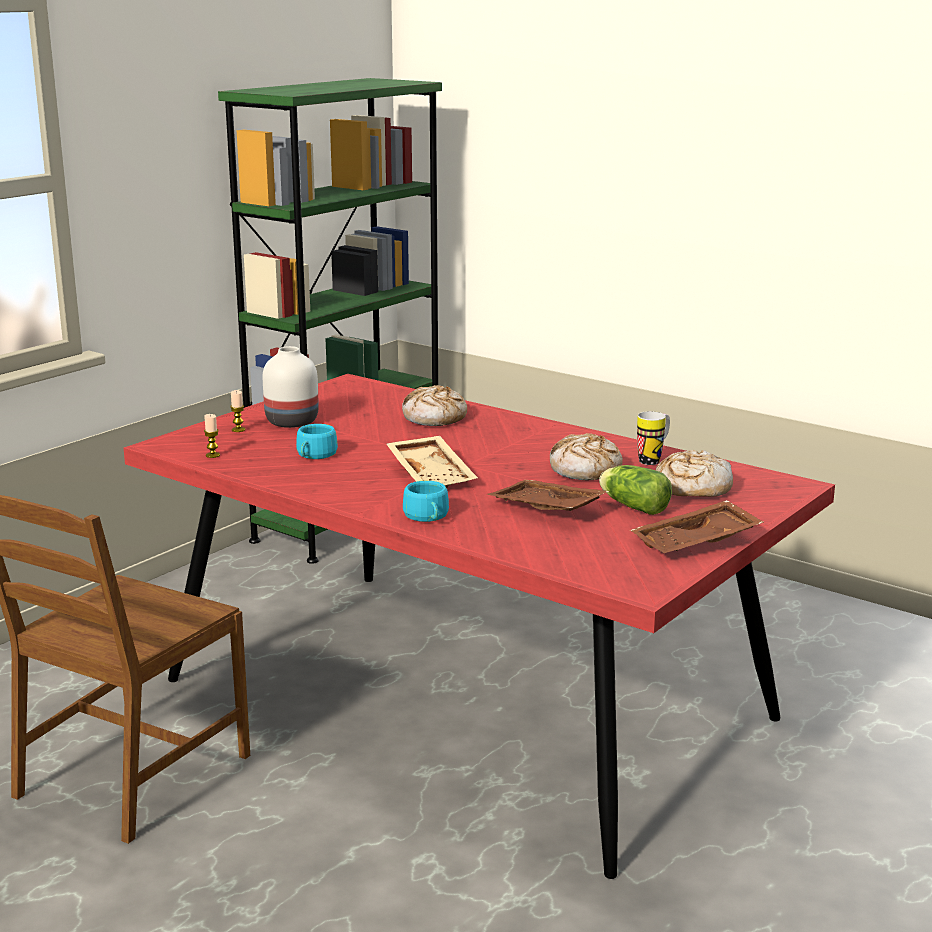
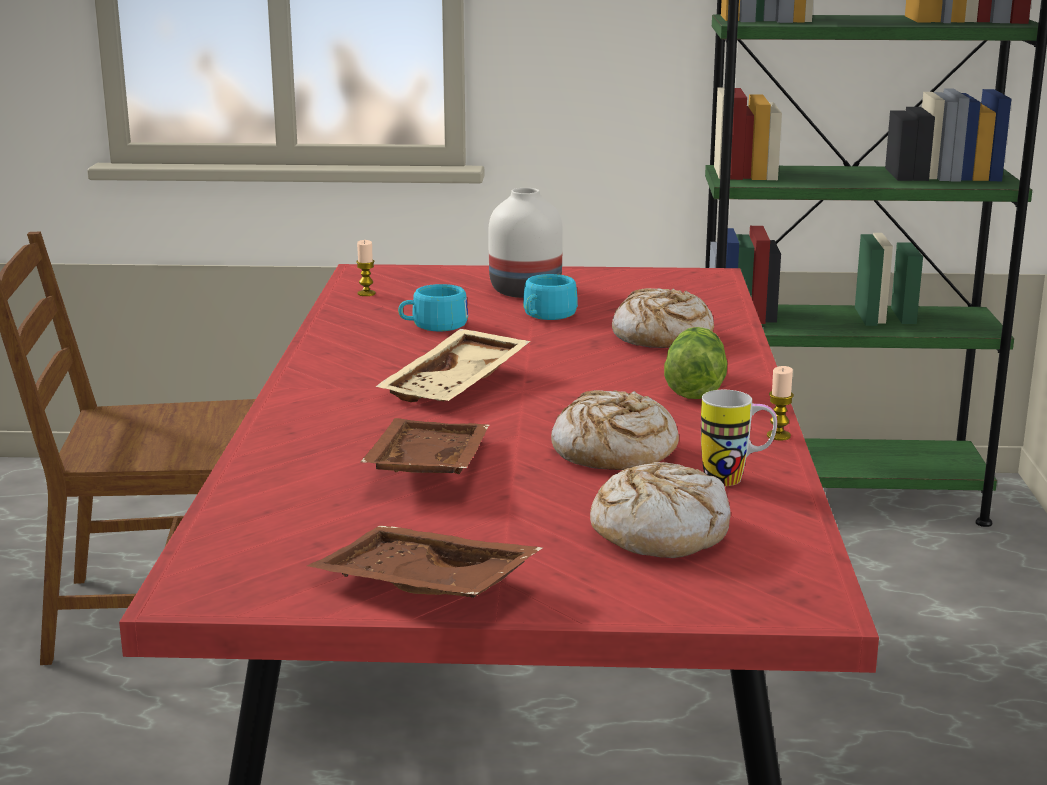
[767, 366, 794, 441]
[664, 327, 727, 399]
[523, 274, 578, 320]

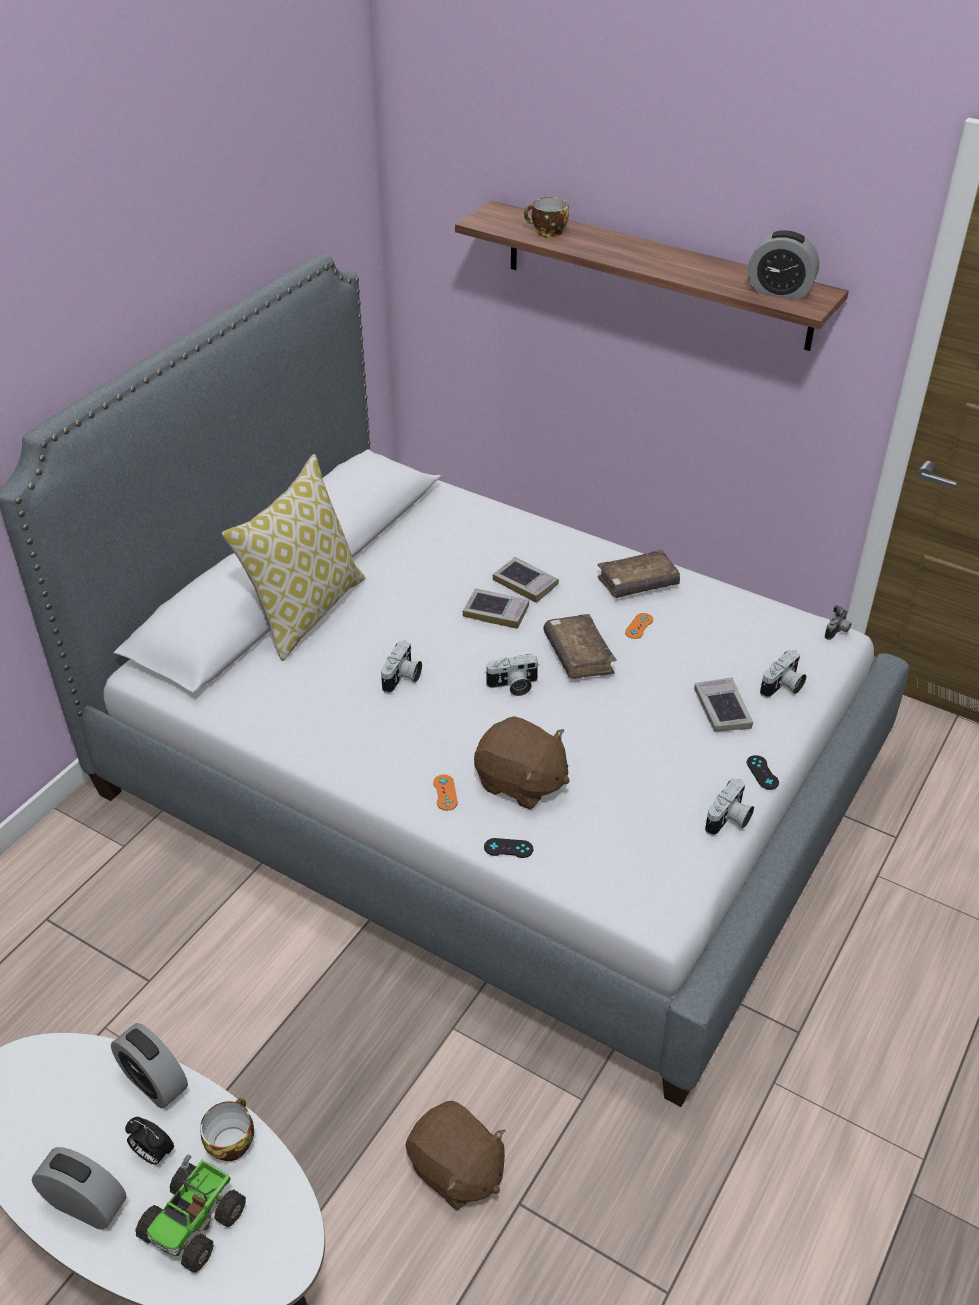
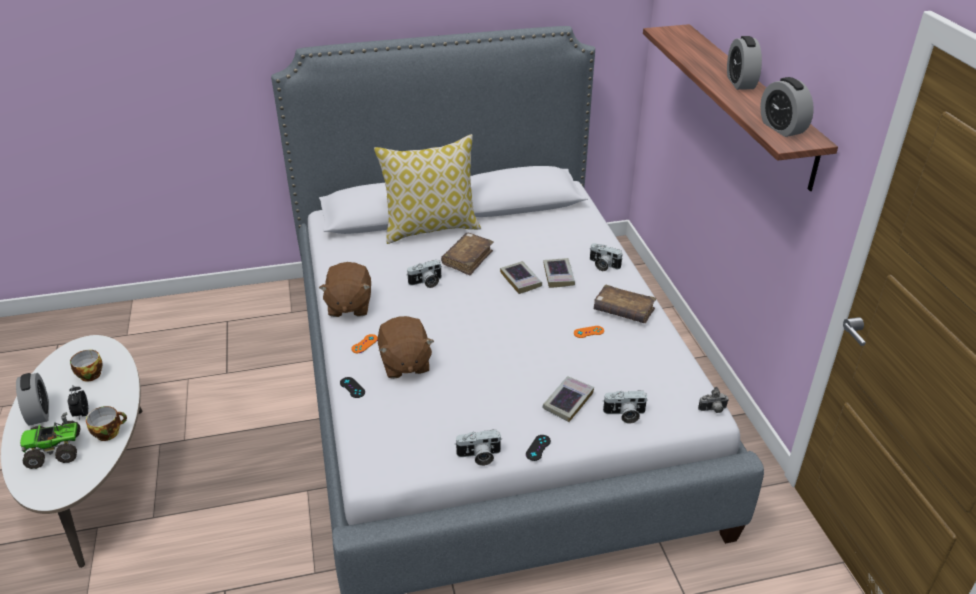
[70, 350, 103, 382]
[441, 233, 494, 275]
[590, 243, 623, 271]
[727, 36, 762, 90]
[319, 262, 371, 317]

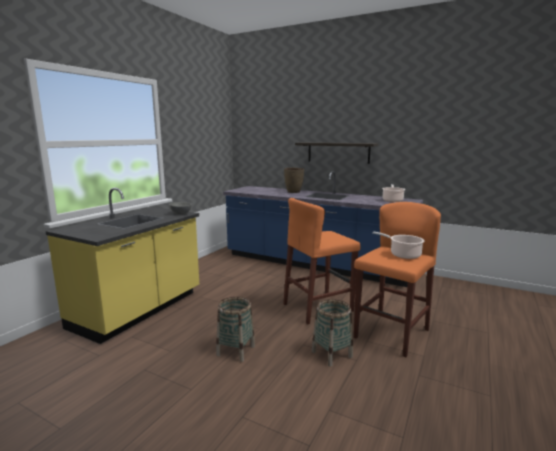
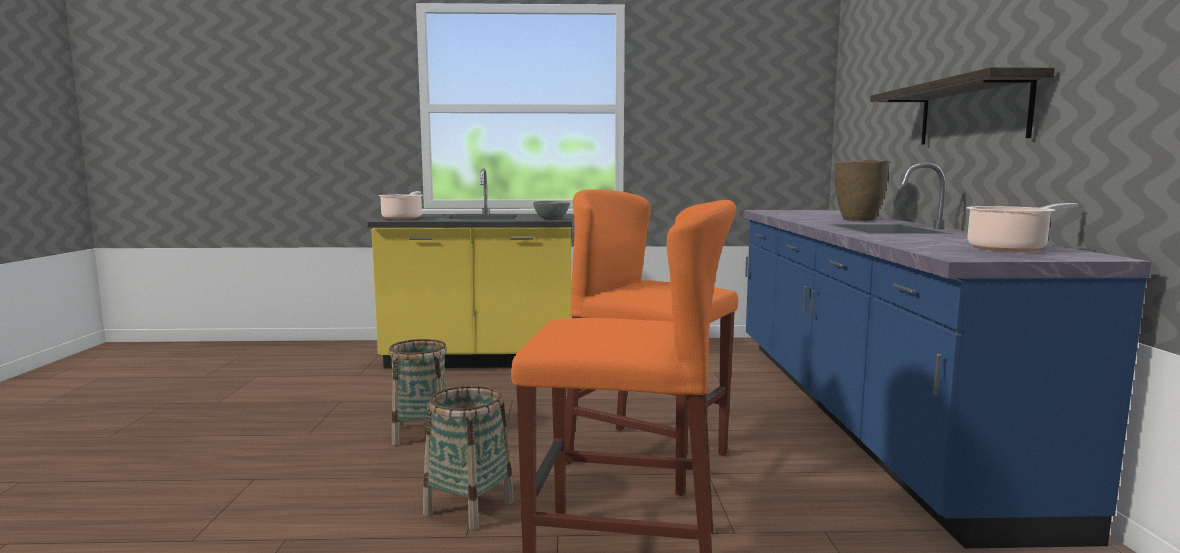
[379, 191, 423, 219]

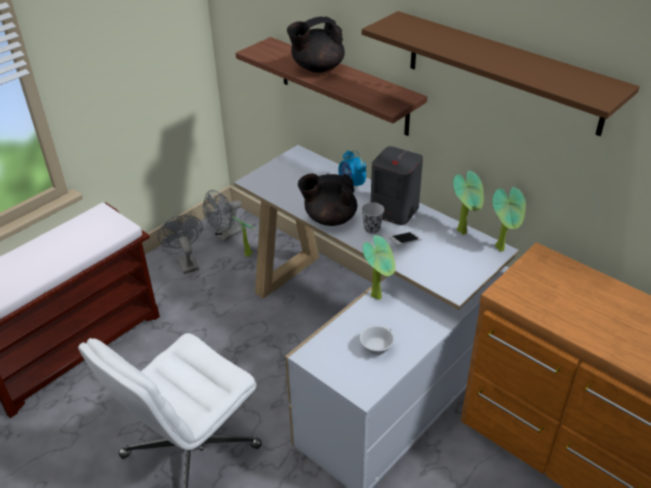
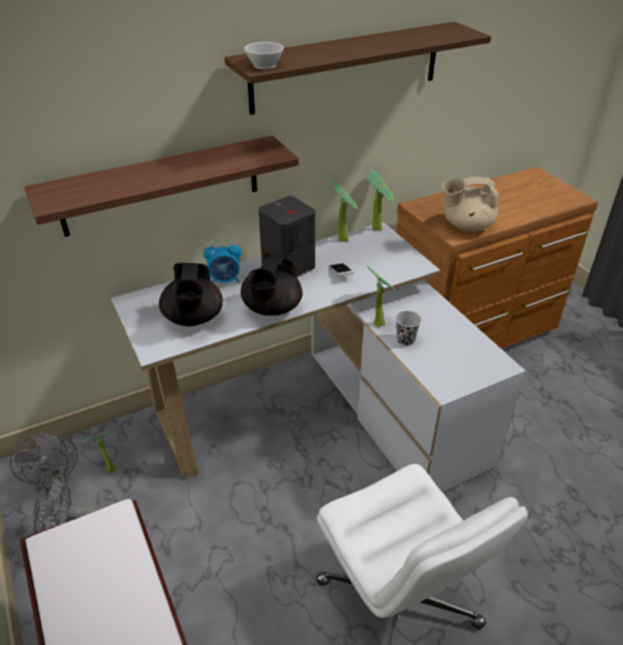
[159, 263, 223, 326]
[396, 311, 421, 346]
[244, 42, 284, 69]
[442, 177, 499, 232]

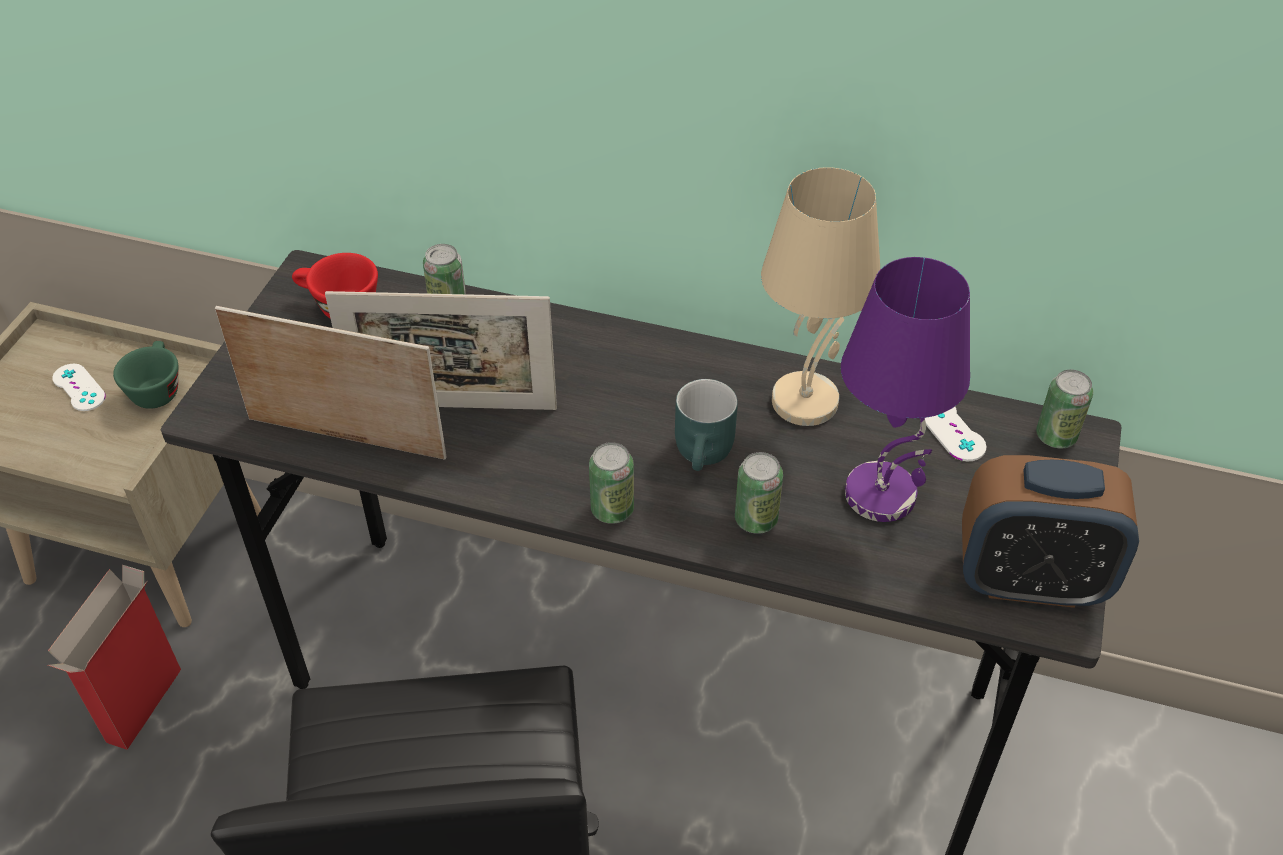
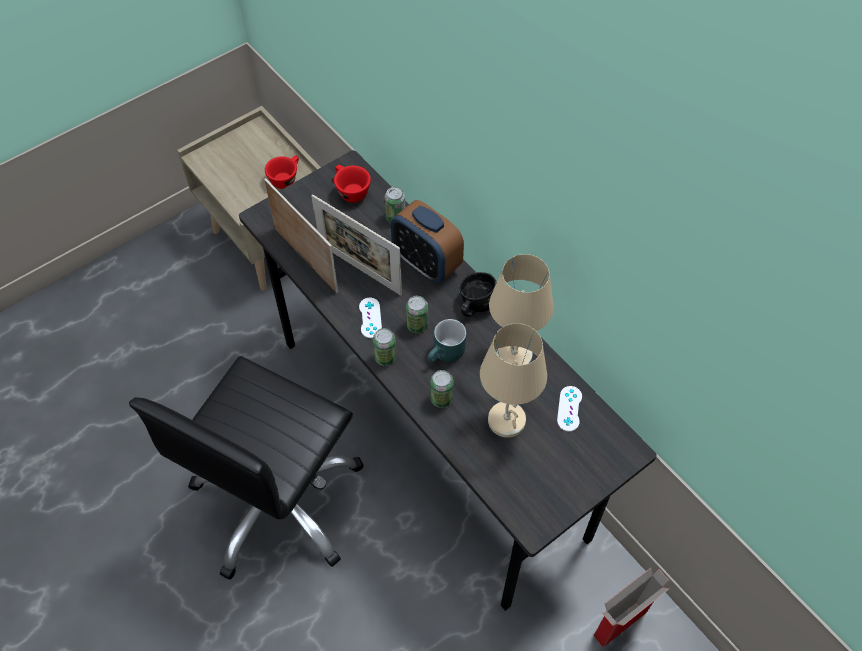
[480, 323, 547, 438]
[265, 155, 299, 189]
[359, 298, 382, 338]
[406, 296, 428, 333]
[391, 200, 464, 283]
[594, 568, 669, 647]
[460, 272, 497, 317]

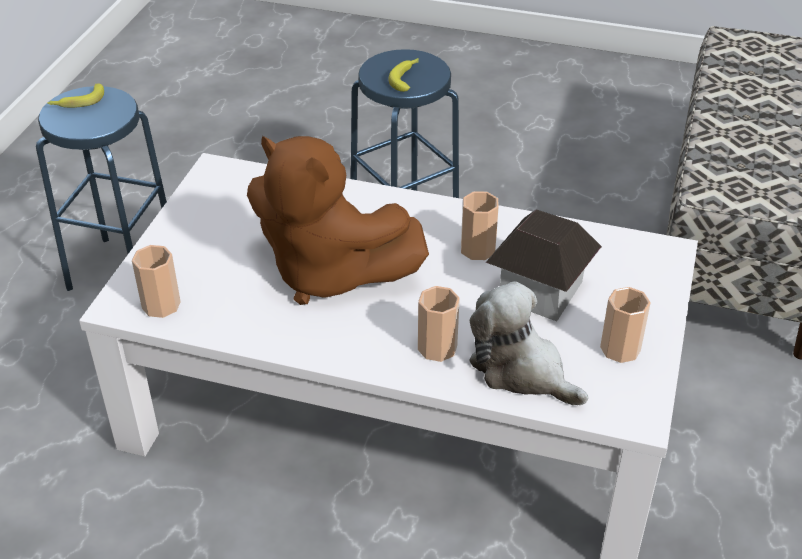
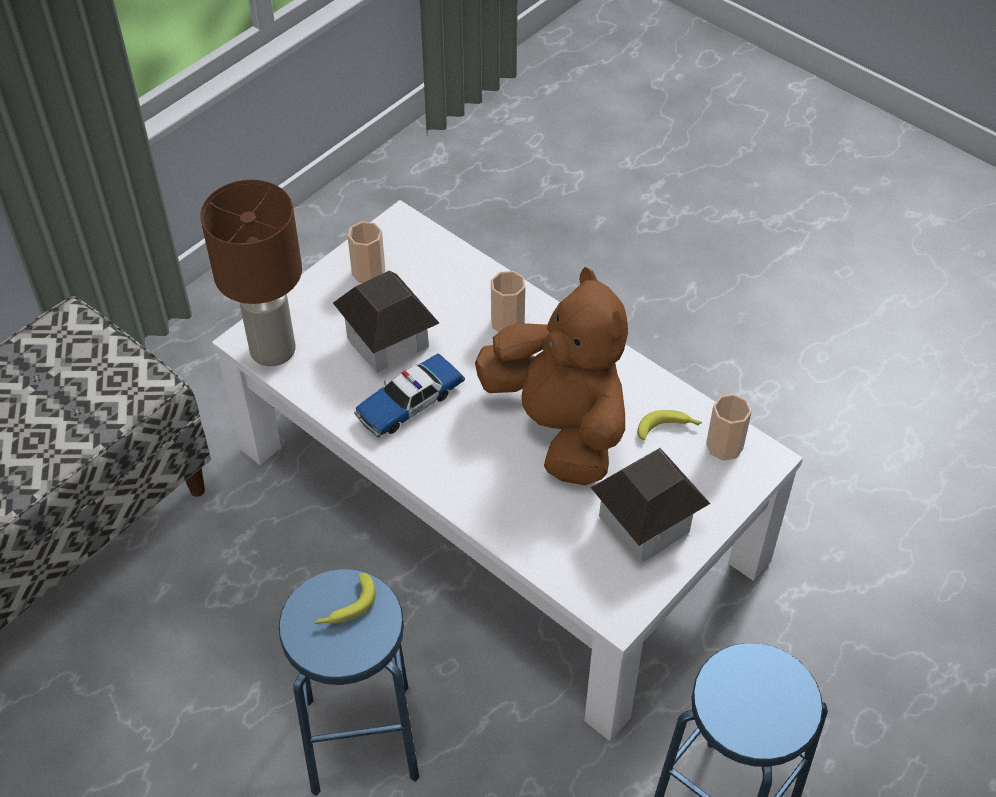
[637, 410, 702, 440]
[354, 353, 465, 438]
[469, 282, 588, 405] (first image)
[200, 180, 302, 366]
[591, 448, 710, 562]

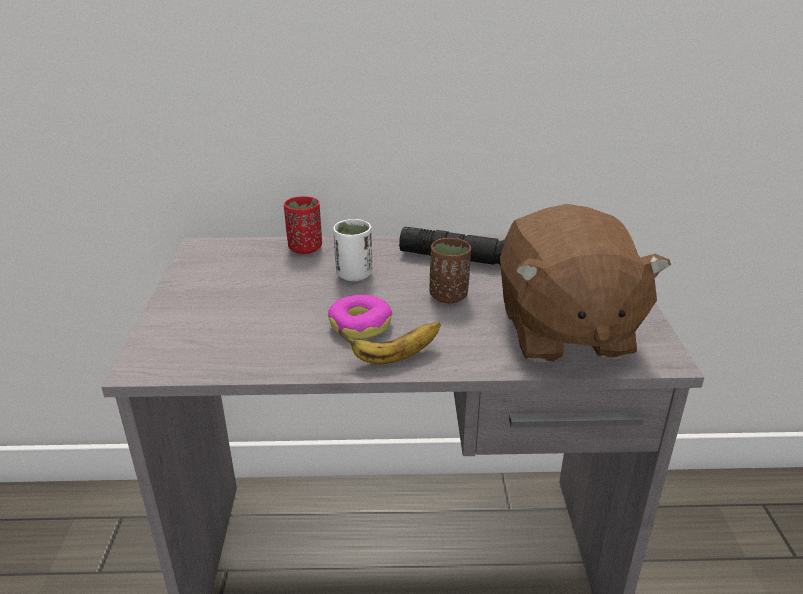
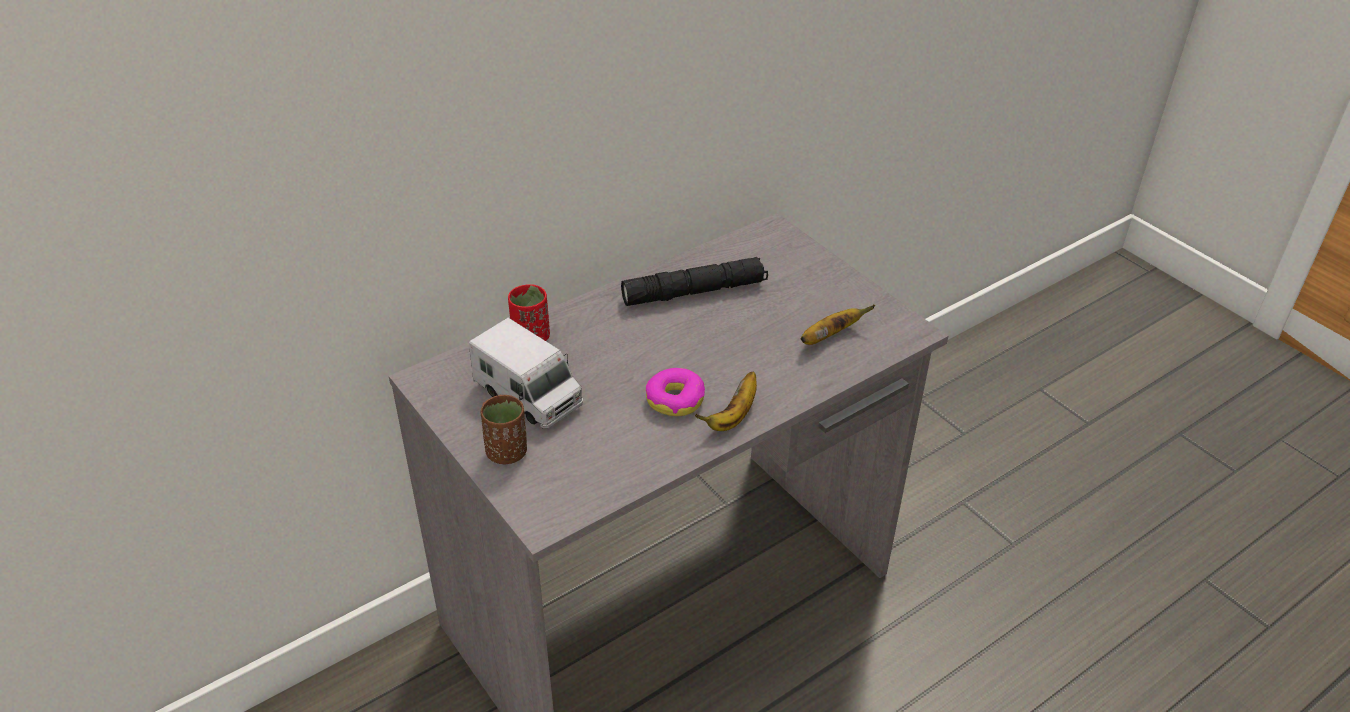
[801, 305, 875, 345]
[333, 219, 373, 281] (first image)
[481, 395, 527, 464]
[469, 318, 583, 429]

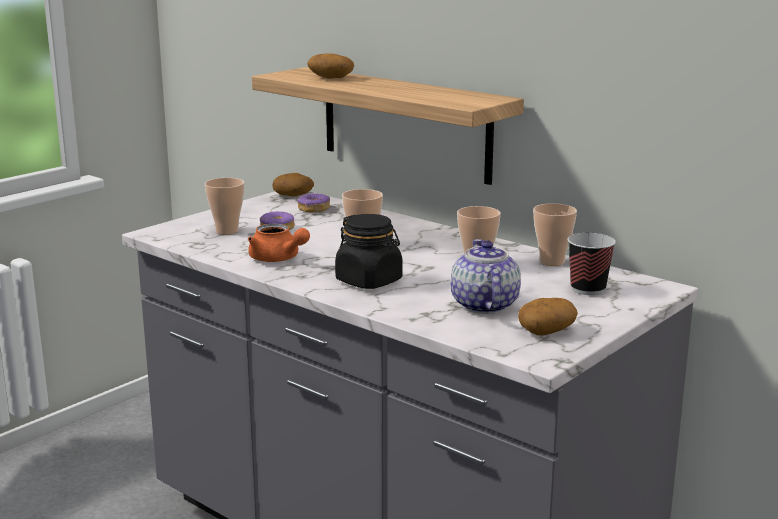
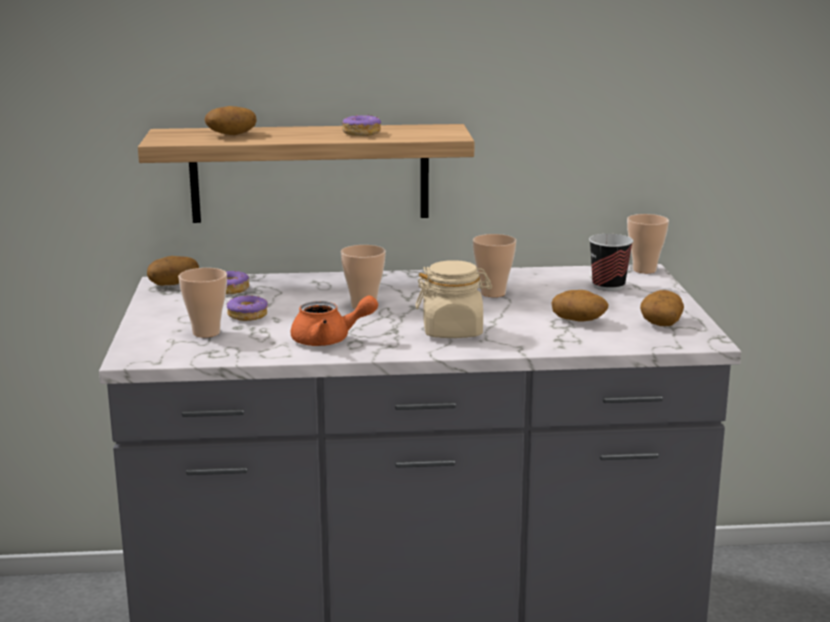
[627, 214, 669, 273]
[416, 260, 492, 338]
[551, 290, 609, 322]
[342, 114, 381, 136]

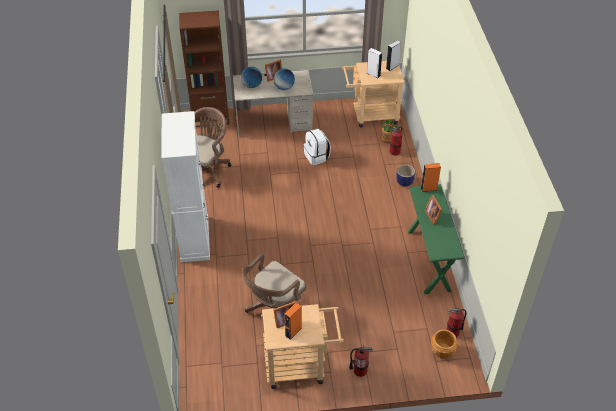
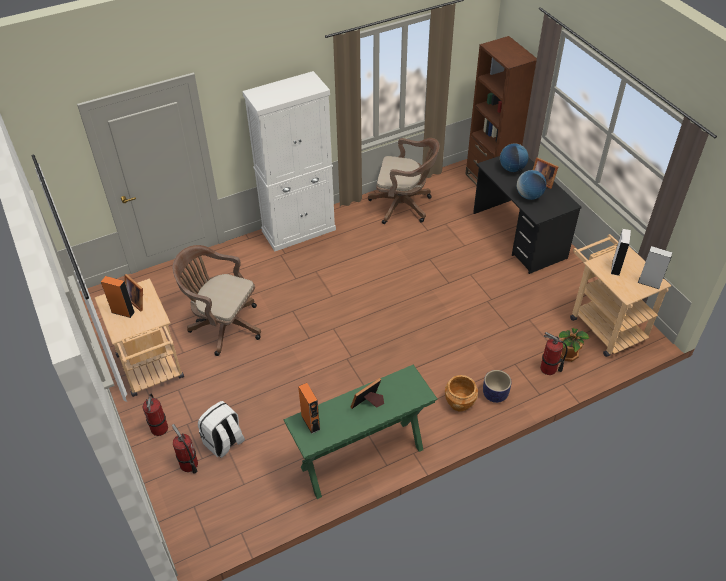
[473, 156, 582, 274]
[198, 401, 245, 458]
[298, 383, 320, 434]
[172, 424, 198, 473]
[445, 375, 478, 411]

